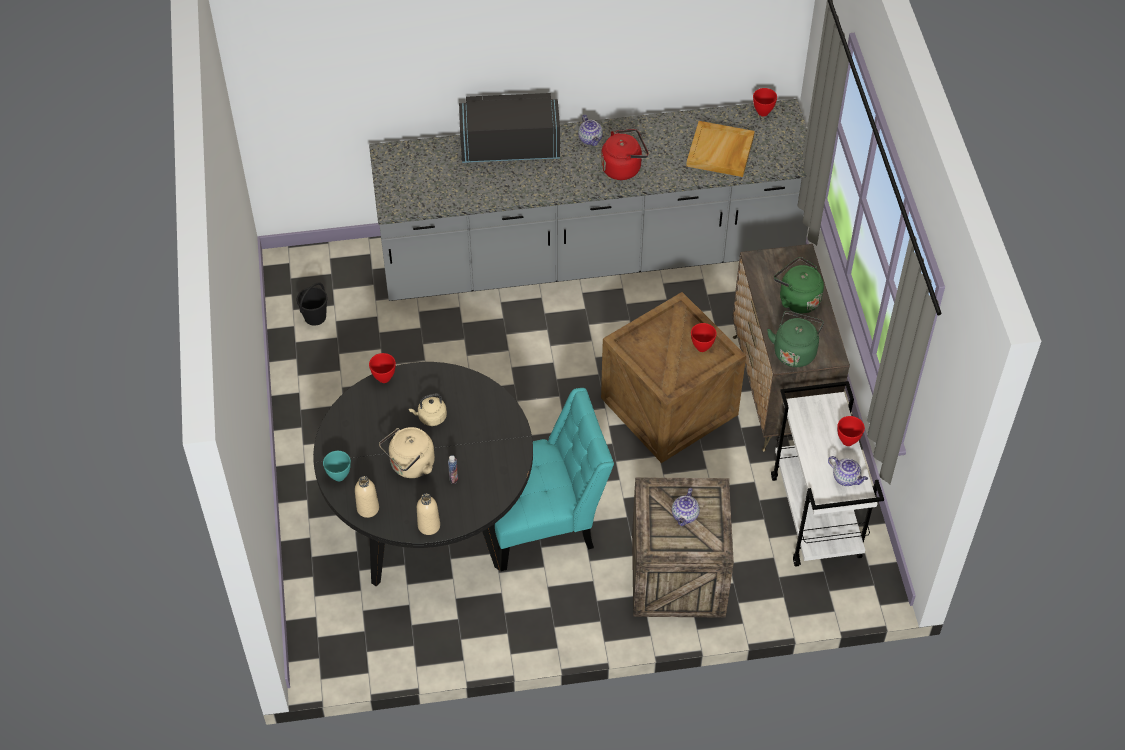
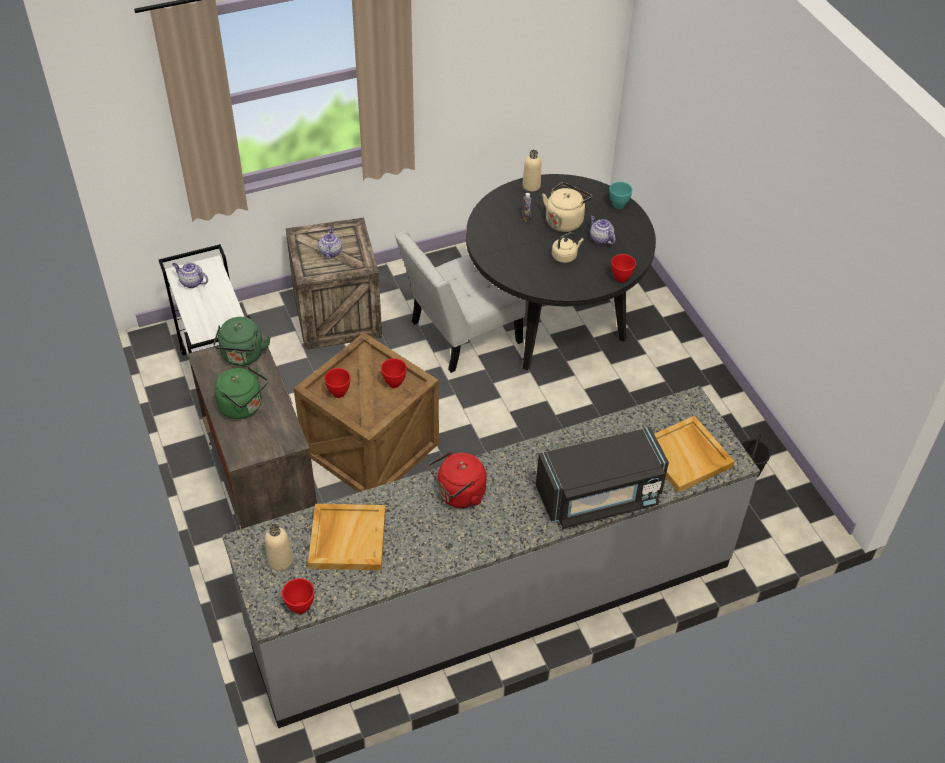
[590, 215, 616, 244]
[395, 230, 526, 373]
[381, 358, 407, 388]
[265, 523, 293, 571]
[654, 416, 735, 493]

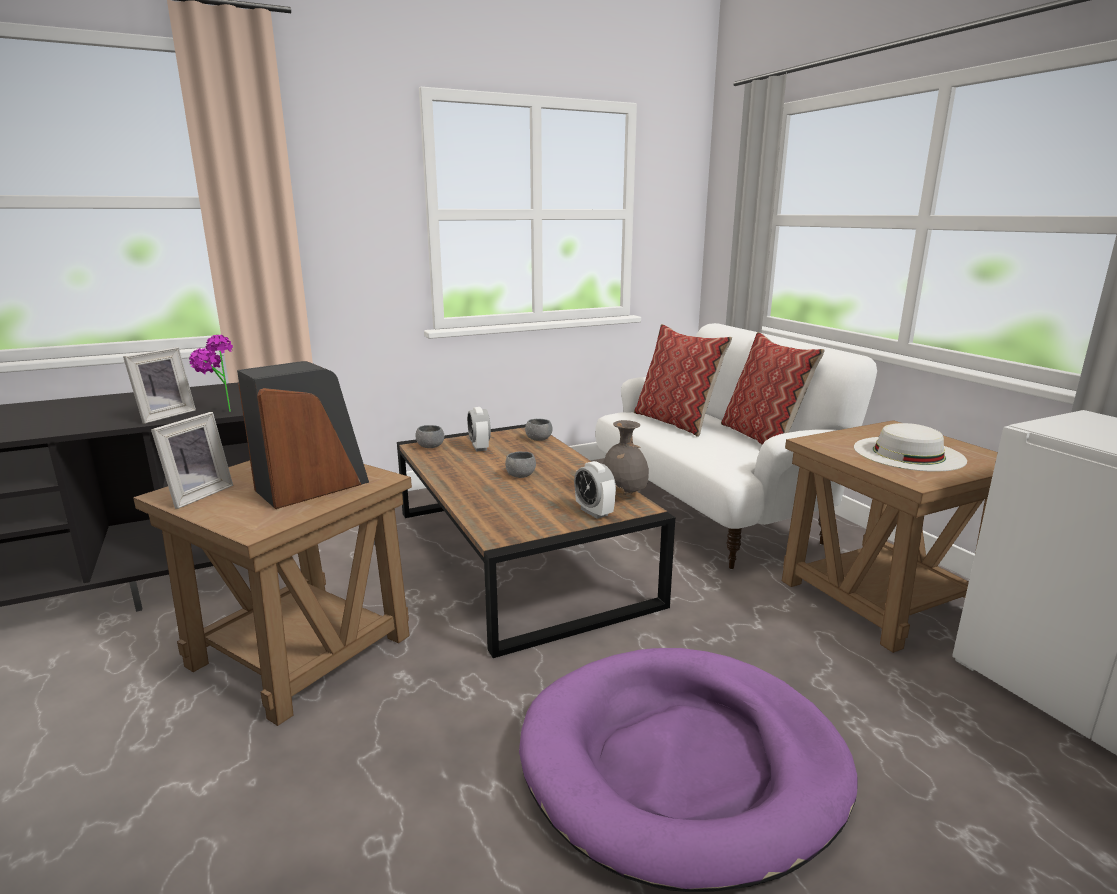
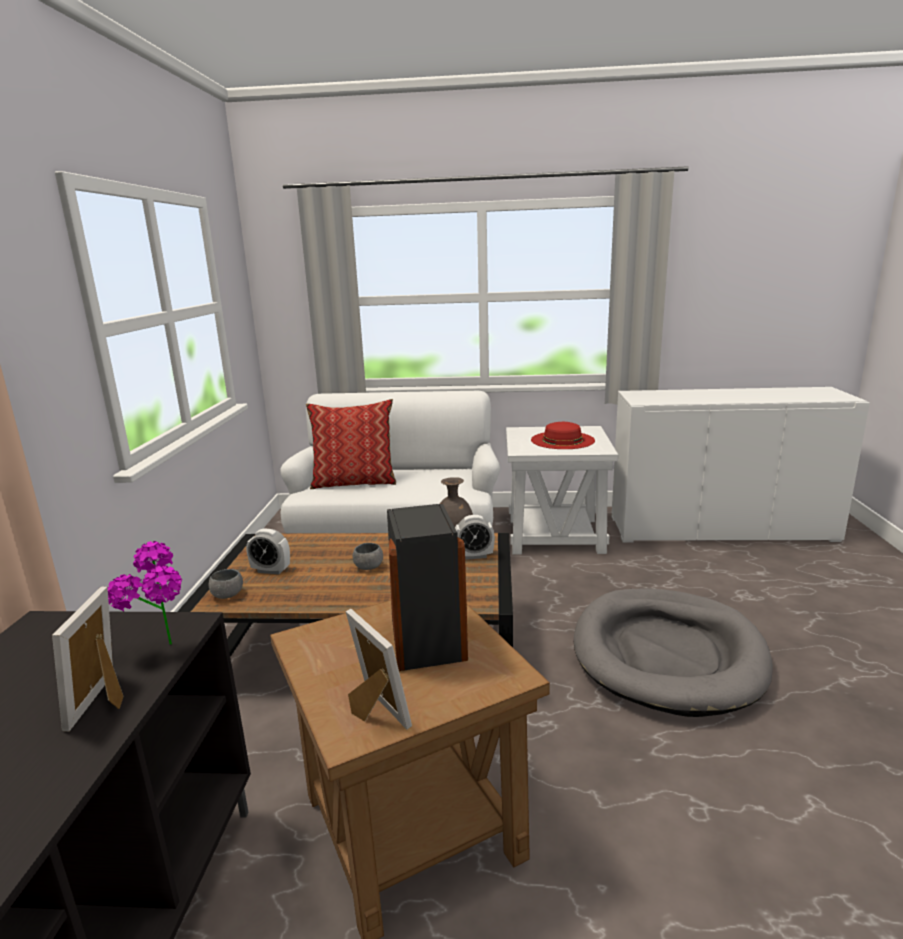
[721, 332, 825, 445] (first image)
[52, 587, 124, 732]
[525, 419, 552, 441] (first image)
[506, 426, 618, 554]
[531, 422, 595, 449]
[574, 588, 773, 717]

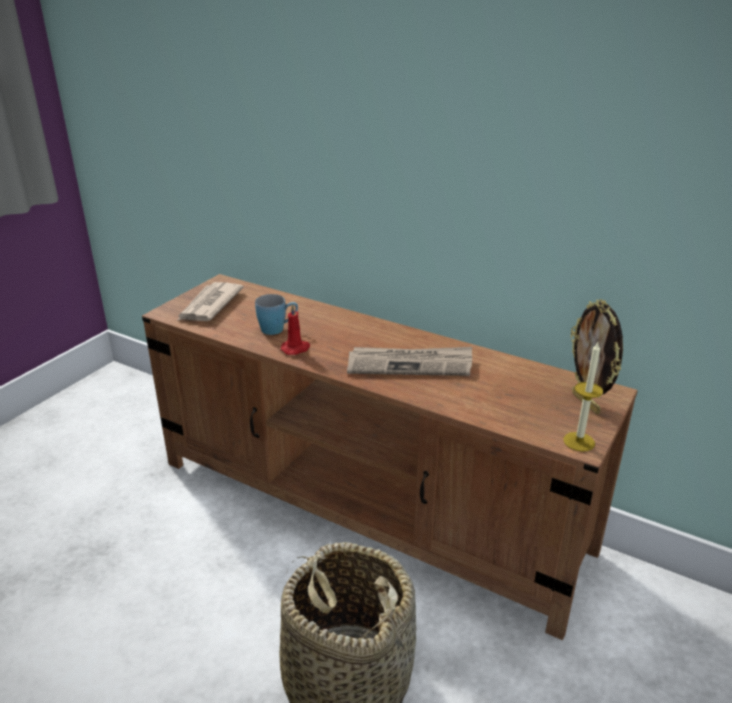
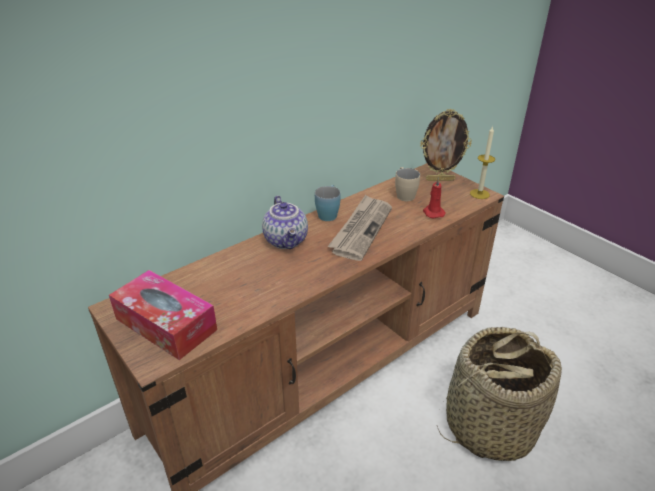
[109, 270, 217, 360]
[315, 185, 341, 221]
[423, 177, 446, 218]
[395, 167, 420, 201]
[262, 196, 308, 249]

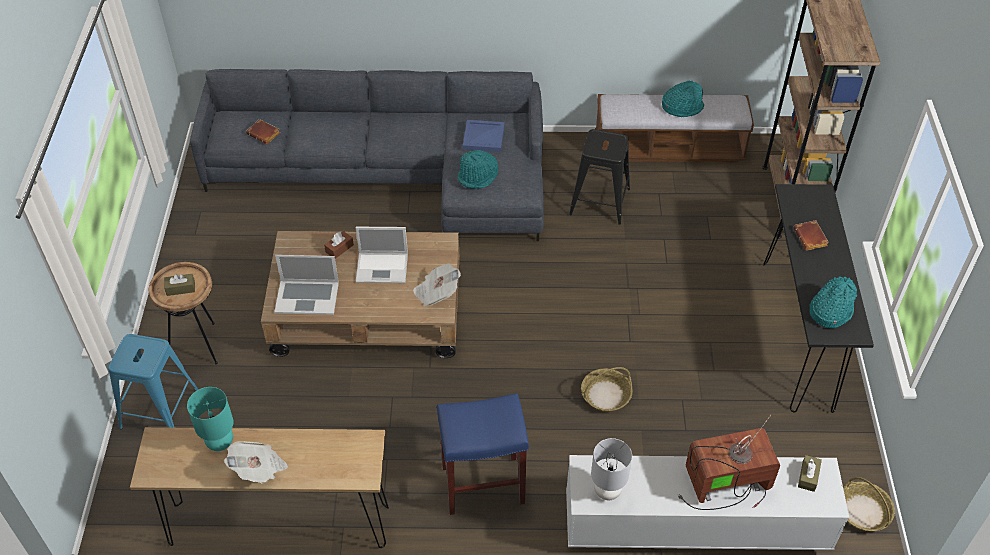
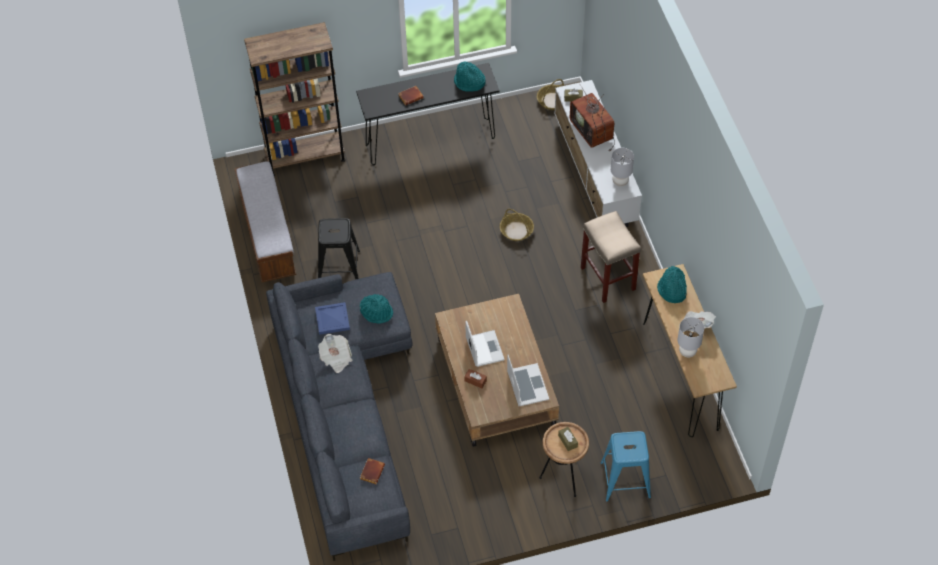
[657, 266, 687, 303]
[318, 334, 352, 373]
[678, 317, 704, 357]
[581, 211, 641, 303]

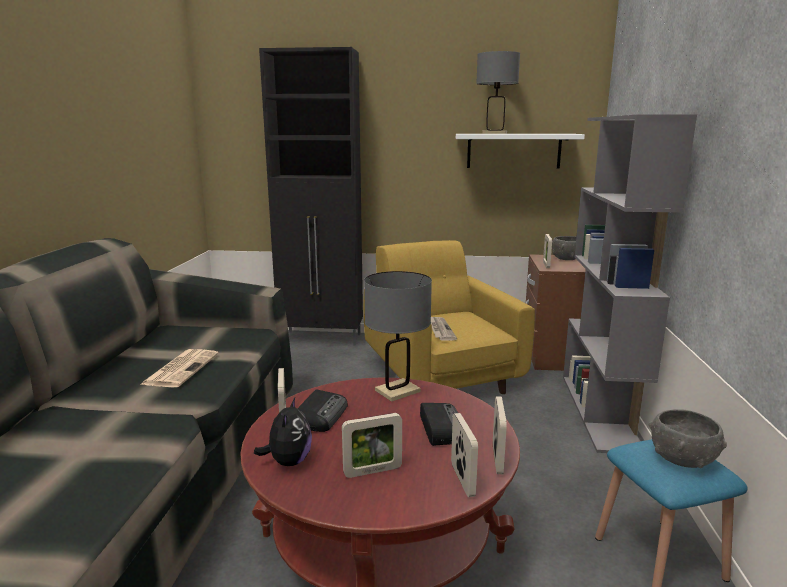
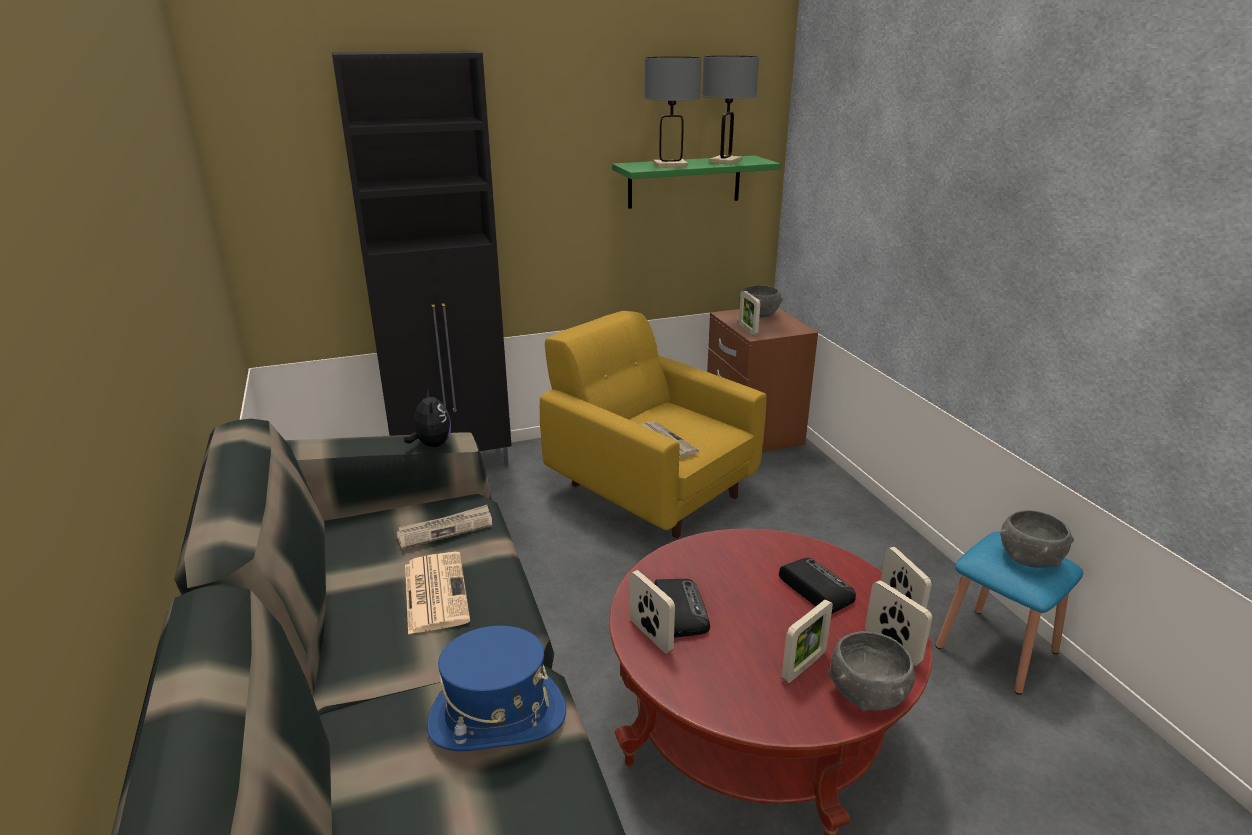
[563, 114, 697, 453] (first image)
[612, 155, 781, 209]
[702, 55, 759, 164]
[404, 390, 451, 447]
[396, 505, 492, 549]
[427, 626, 566, 751]
[828, 631, 915, 712]

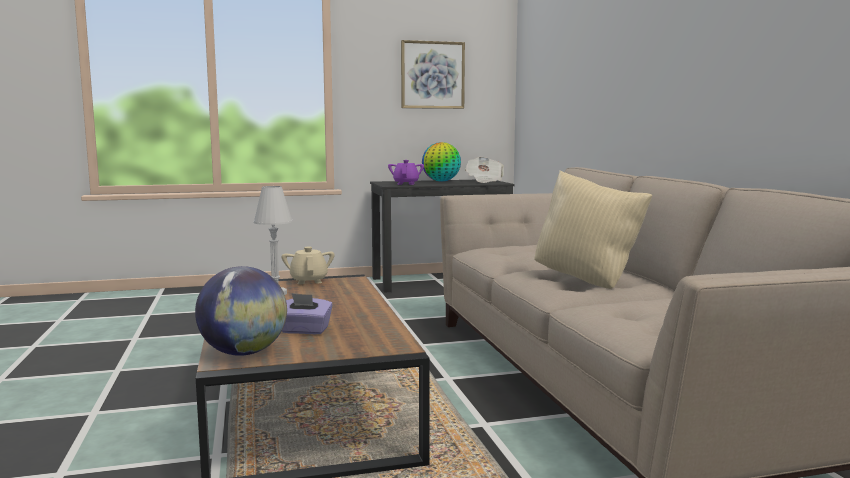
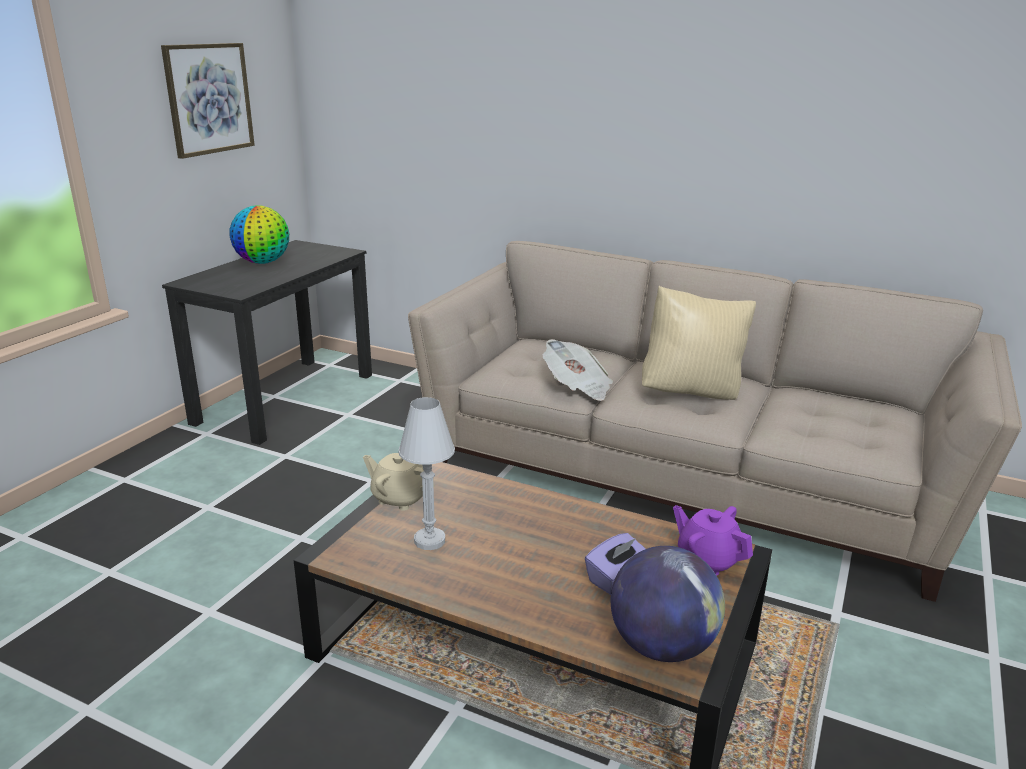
[543, 339, 613, 401]
[673, 505, 753, 576]

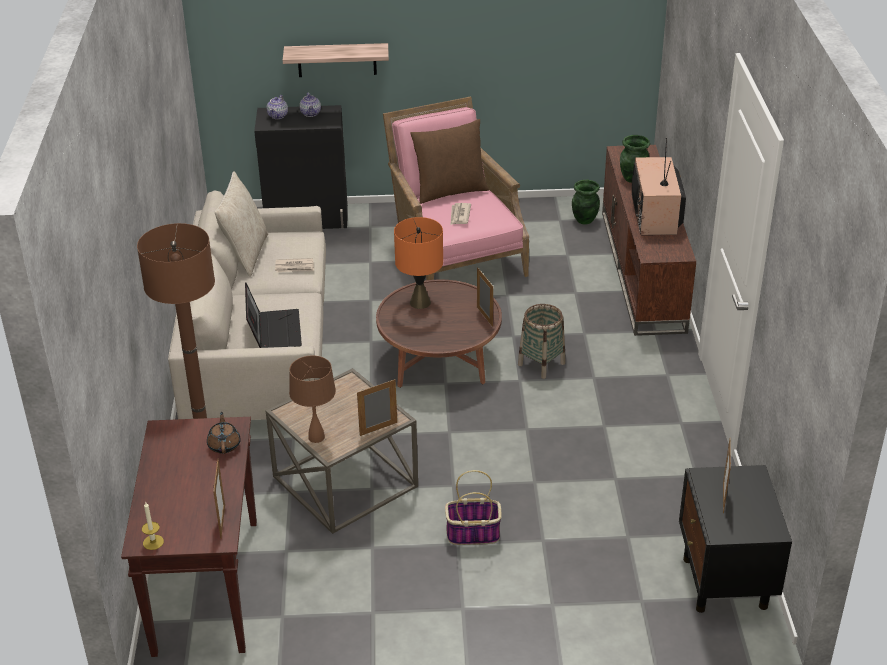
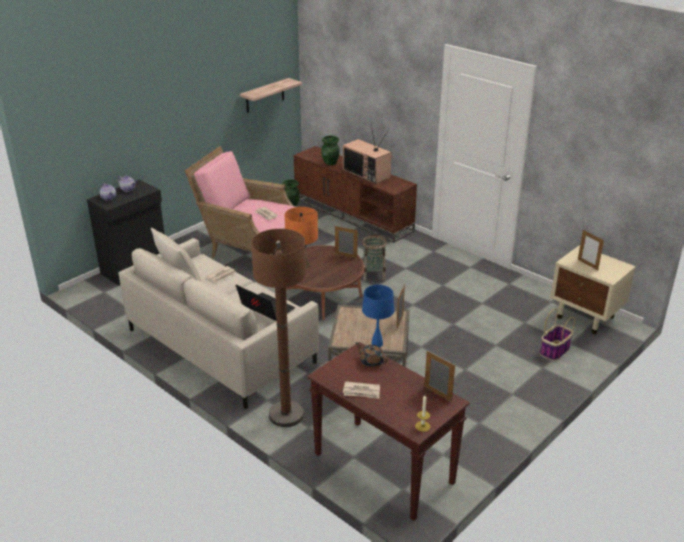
[240, 78, 302, 113]
[411, 119, 489, 204] (first image)
[362, 285, 394, 347]
[550, 245, 636, 334]
[540, 308, 575, 361]
[343, 381, 380, 399]

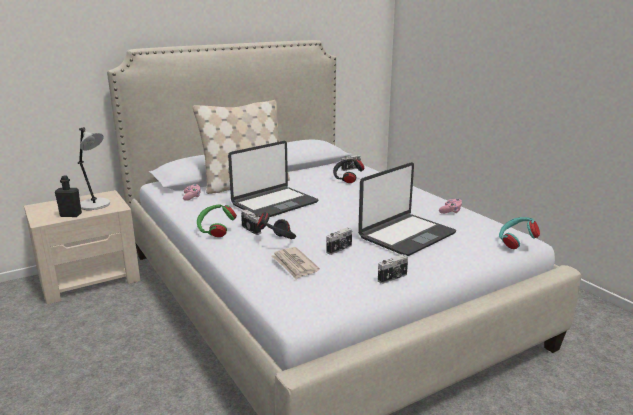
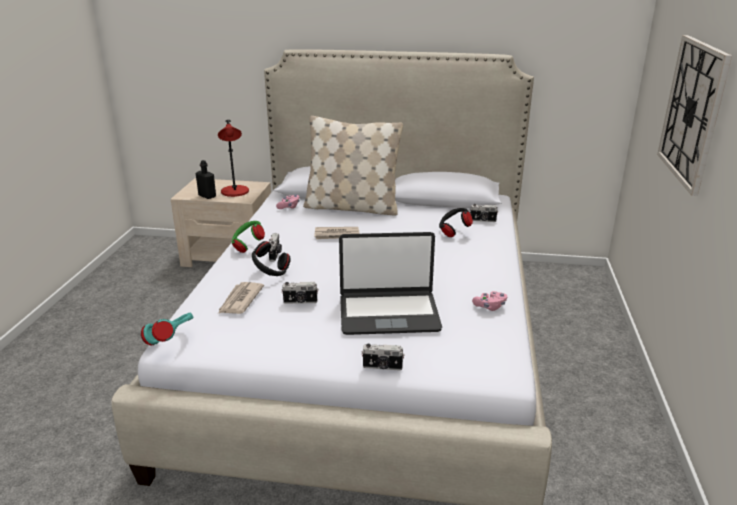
[218, 120, 249, 197]
[314, 227, 360, 239]
[141, 313, 193, 346]
[361, 344, 405, 371]
[657, 35, 732, 196]

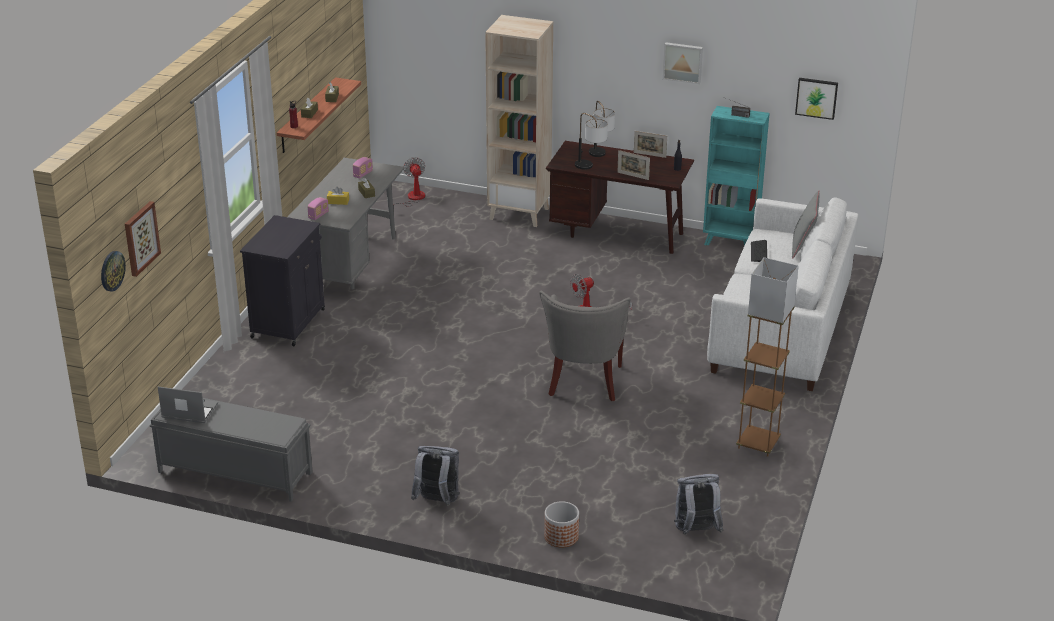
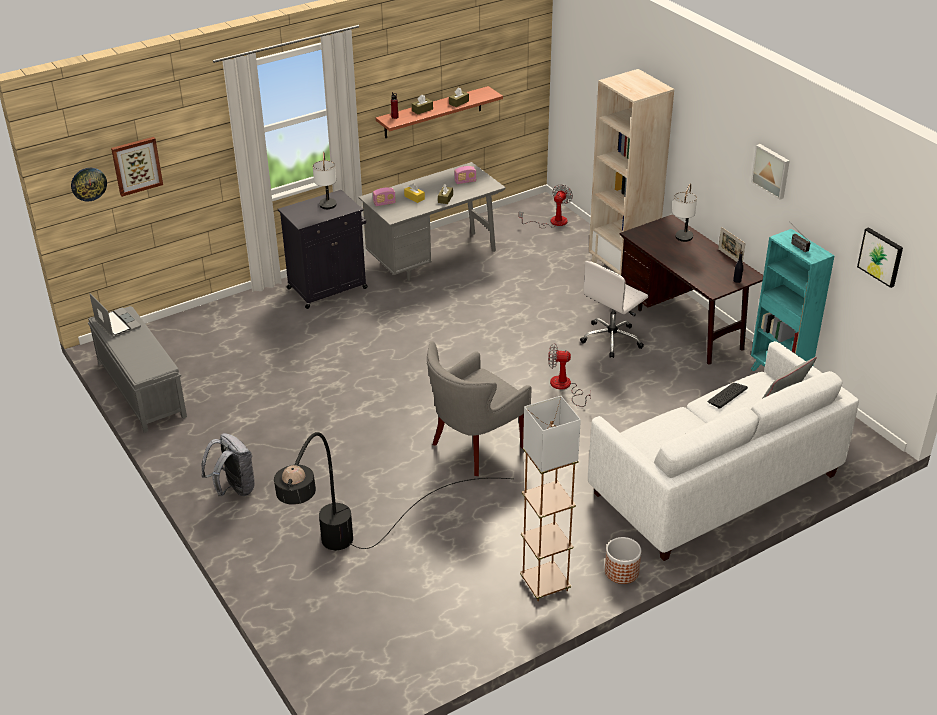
[313, 152, 336, 209]
[617, 150, 650, 180] (first image)
[674, 474, 723, 535] (first image)
[605, 537, 641, 584]
[580, 261, 648, 358]
[274, 432, 512, 551]

